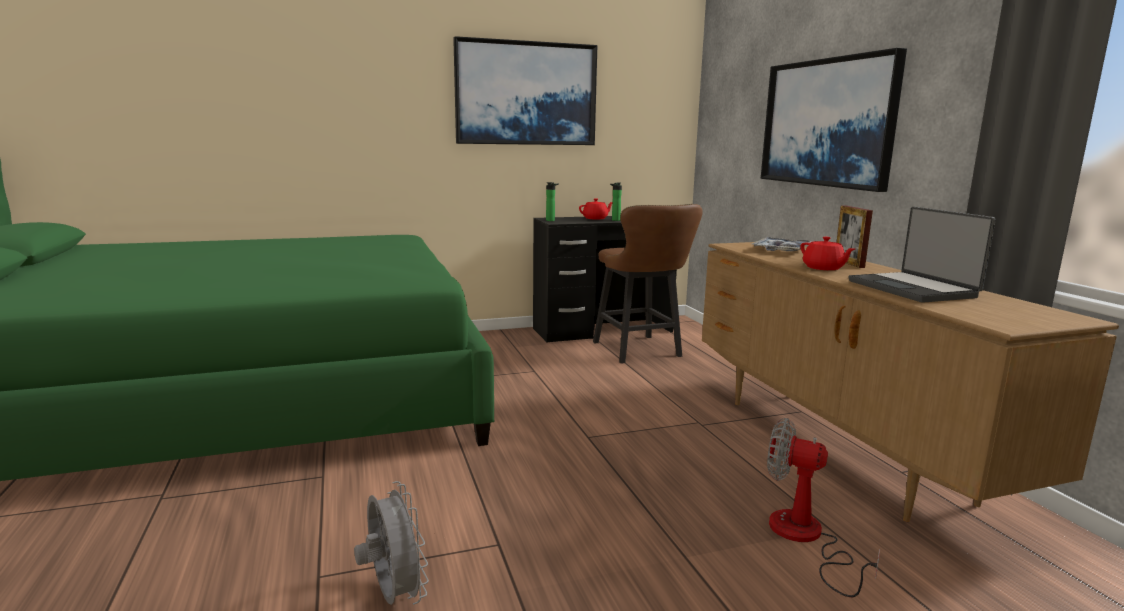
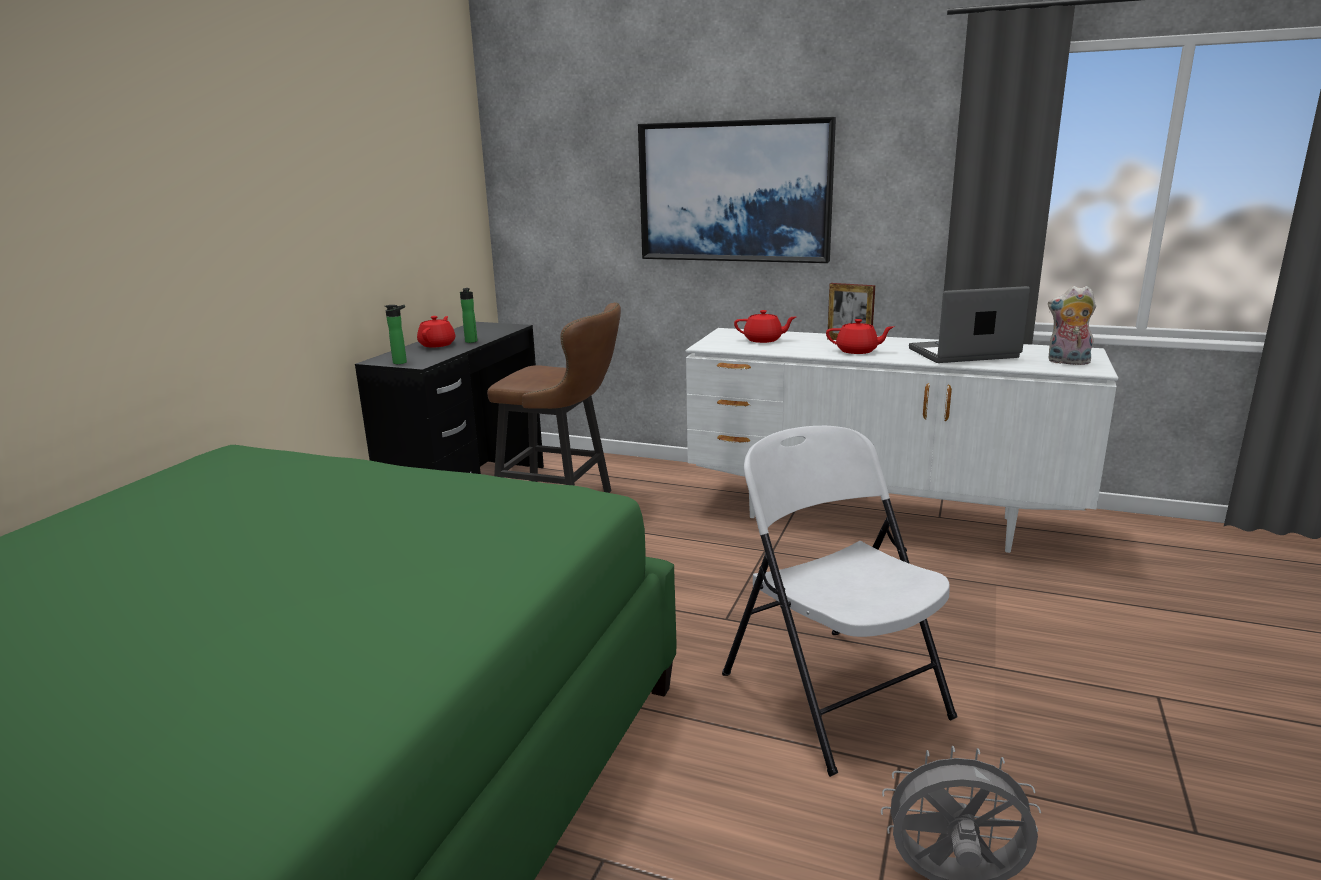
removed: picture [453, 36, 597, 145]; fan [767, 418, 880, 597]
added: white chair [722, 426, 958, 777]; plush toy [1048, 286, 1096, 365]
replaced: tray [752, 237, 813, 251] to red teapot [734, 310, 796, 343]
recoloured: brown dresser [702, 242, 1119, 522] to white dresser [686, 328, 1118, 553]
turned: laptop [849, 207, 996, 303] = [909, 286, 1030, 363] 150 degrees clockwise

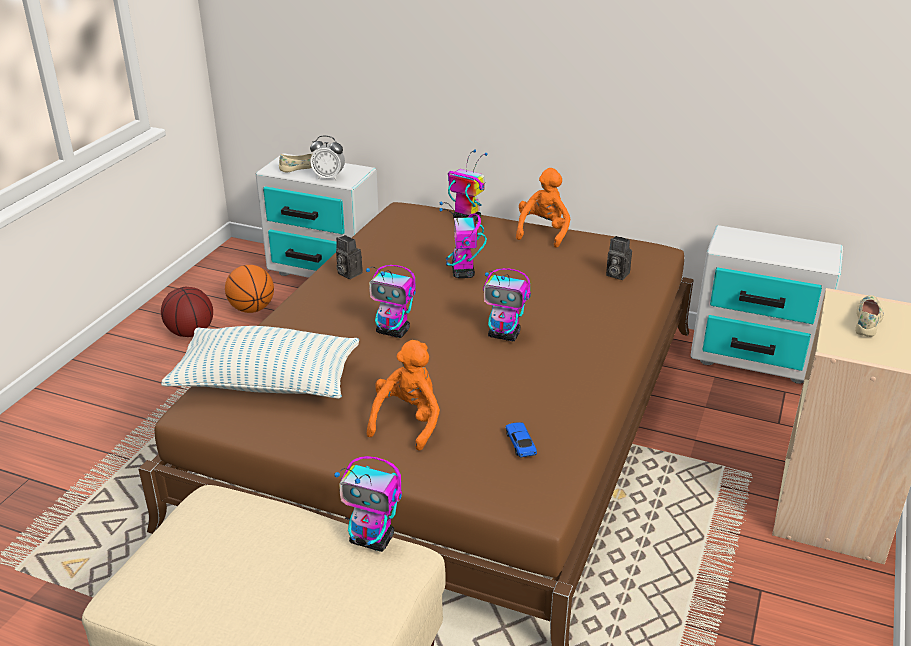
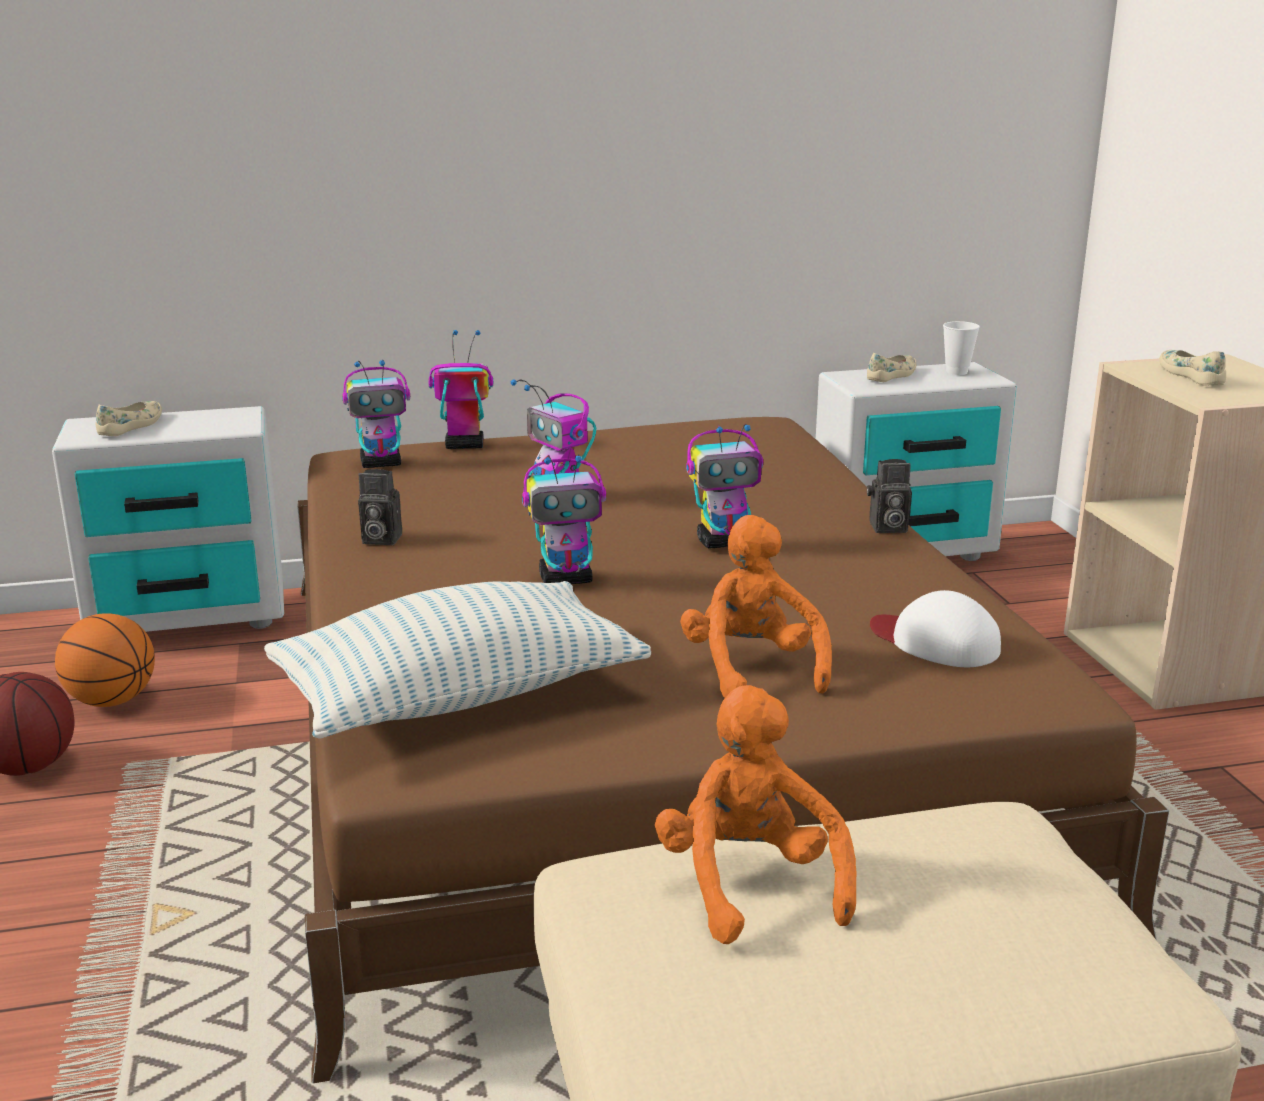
removed: alarm clock [310, 136, 345, 181]
added: beige shoe [867, 353, 916, 382]; cup [943, 321, 980, 375]
moved: toy robot [335, 456, 402, 552] to [342, 360, 410, 468]; orange plush toy [516, 168, 570, 248] to [655, 685, 856, 944]; photo camera [606, 236, 632, 280] to [867, 459, 912, 533]
replaced: toy car [505, 422, 537, 458] to white cap [870, 590, 1001, 667]

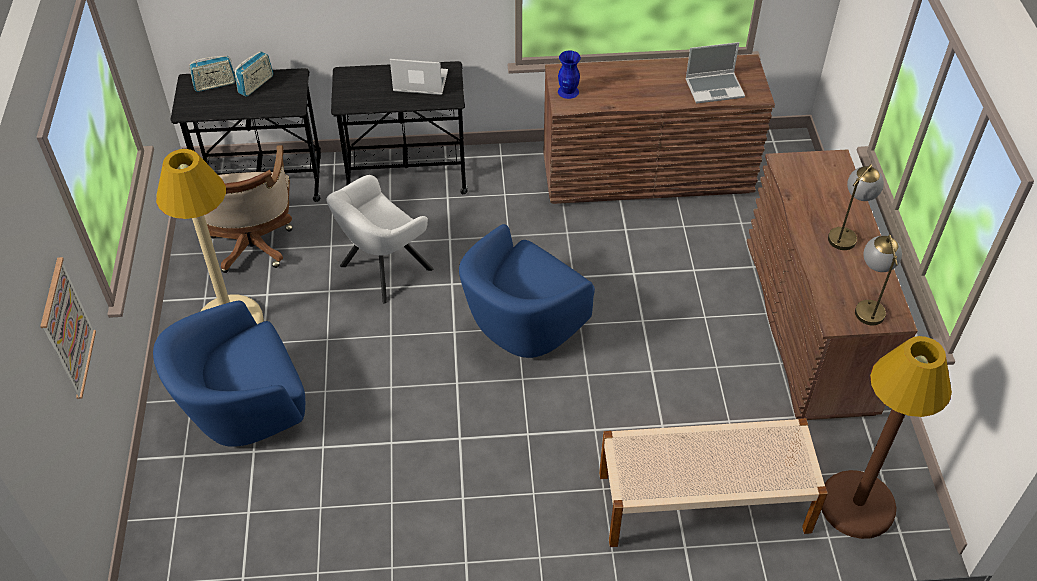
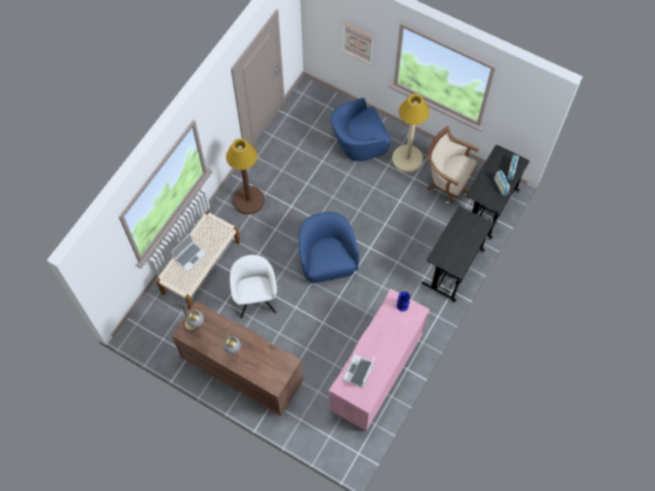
moved: white armchair [326, 175, 433, 304] to [230, 255, 277, 319]; laptop [390, 59, 448, 95] to [171, 233, 207, 272]; brown floor lamp [821, 336, 952, 539] to [226, 139, 264, 215]
recoloured: brown dresser [543, 54, 775, 204] to pink dresser [329, 289, 430, 431]
turned: blue armchair [153, 301, 305, 447] = [331, 98, 391, 161] 120 degrees counterclockwise

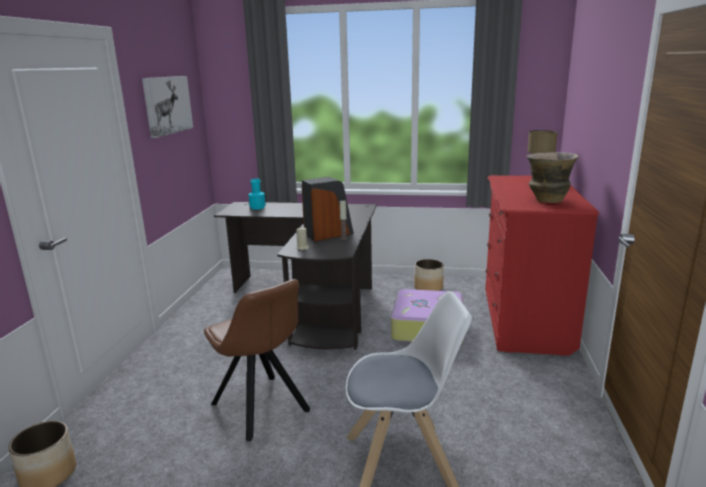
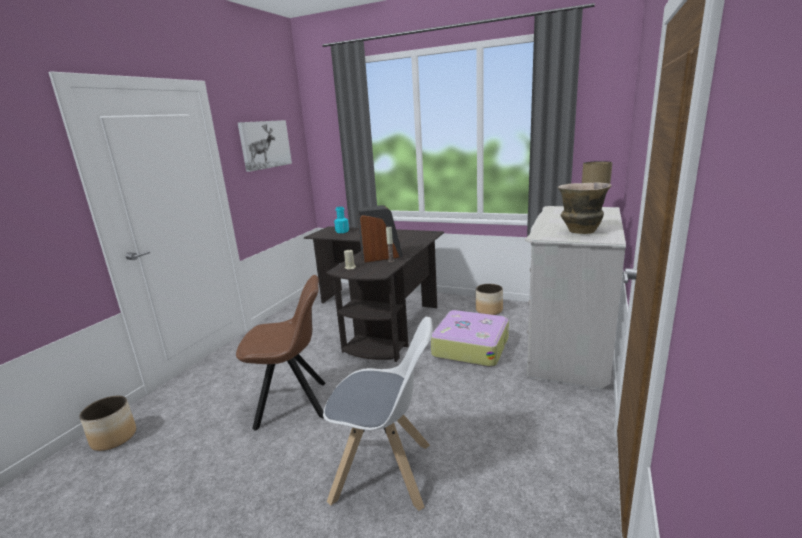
recoloured: red dresser [485, 175, 599, 356] to white dresser [525, 206, 626, 389]
turned: brown chair [204, 279, 310, 441] = [236, 275, 326, 431] 75 degrees counterclockwise

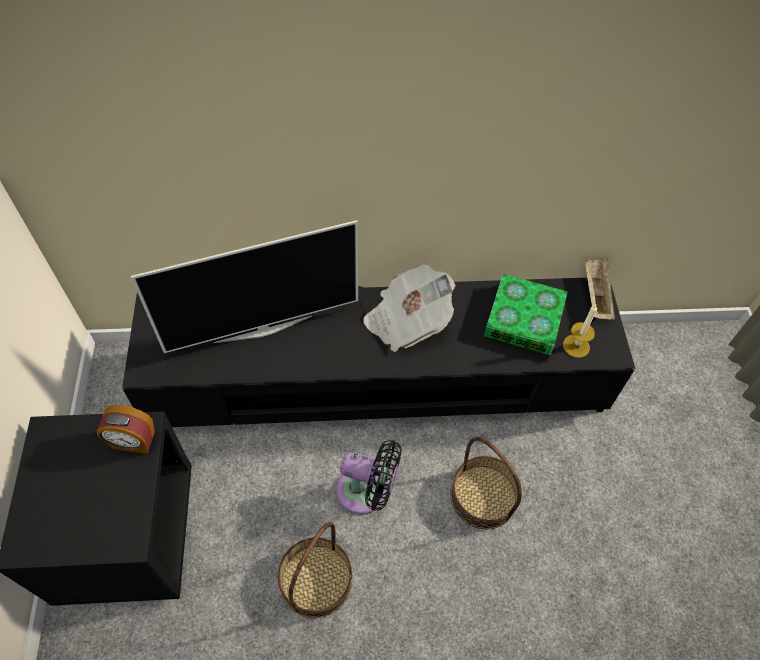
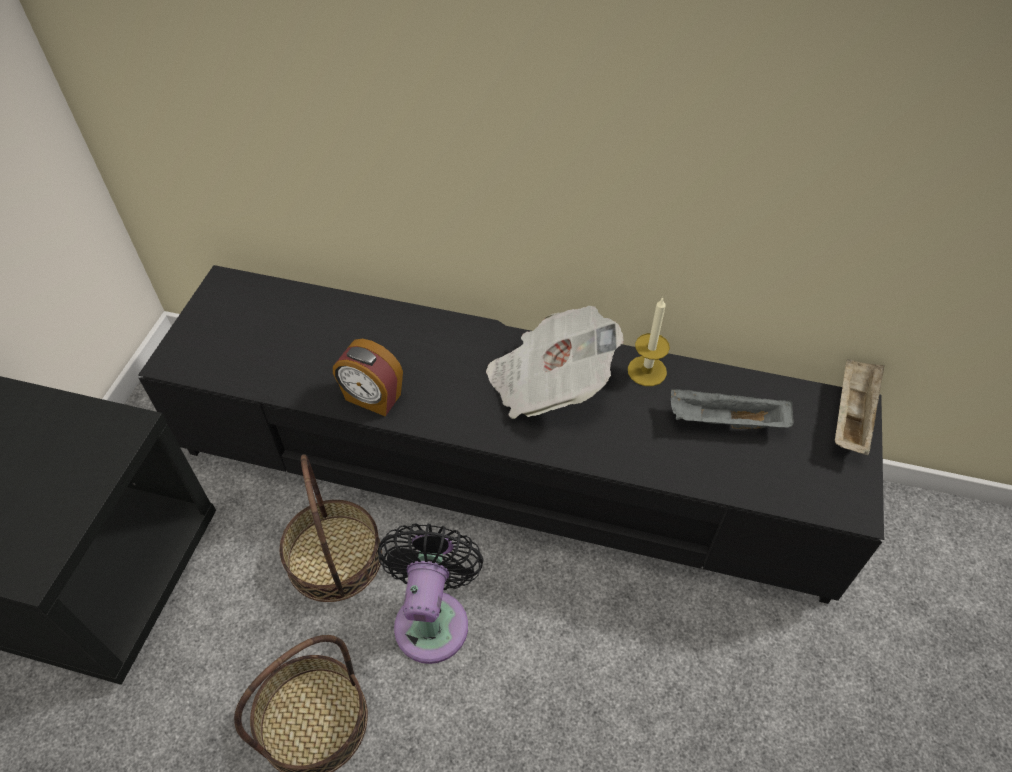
removed: television [131, 220, 358, 353]
moved: alarm clock [97, 405, 155, 454] to [333, 339, 403, 416]; basket [450, 437, 522, 529] to [280, 454, 382, 602]; candle [563, 305, 597, 358] to [628, 297, 670, 386]
replaced: book [484, 274, 568, 355] to grey tray [671, 389, 794, 429]
turned: black fan [336, 440, 401, 515] = [378, 523, 484, 664] 120 degrees counterclockwise

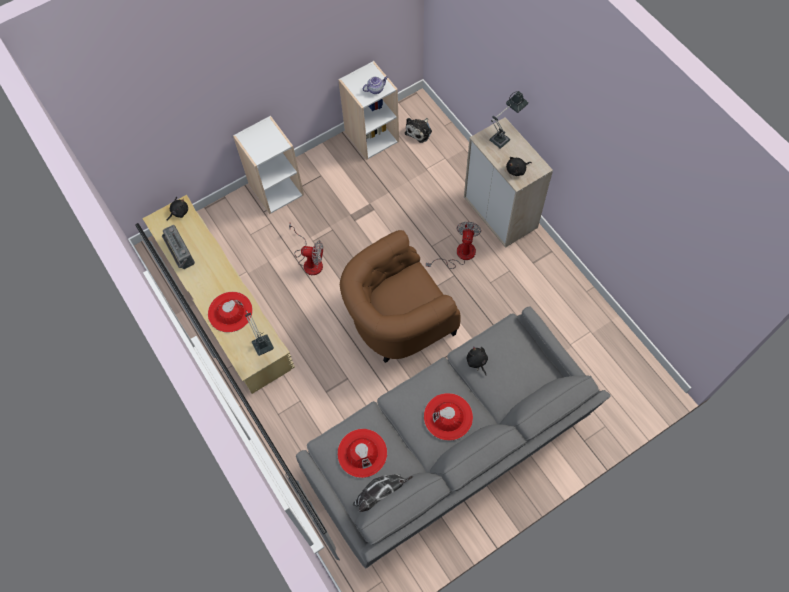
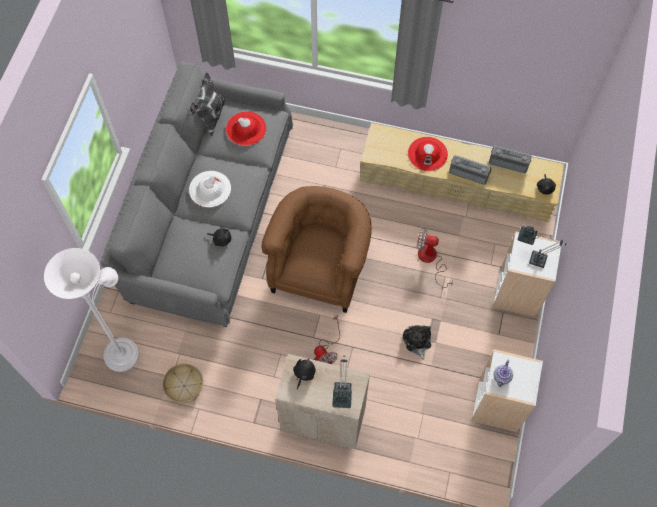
added: white floor lamp [44, 248, 139, 372]; basket [162, 363, 203, 403]; radio [449, 155, 492, 185]
moved: table lamp [245, 310, 274, 356] to [517, 226, 566, 268]; plush toy [405, 118, 432, 143] to [403, 325, 431, 360]
recoloured: red hat [424, 393, 473, 441] to white hat [189, 171, 231, 207]
turned: fan [289, 223, 323, 275] = [417, 228, 453, 288] 45 degrees clockwise

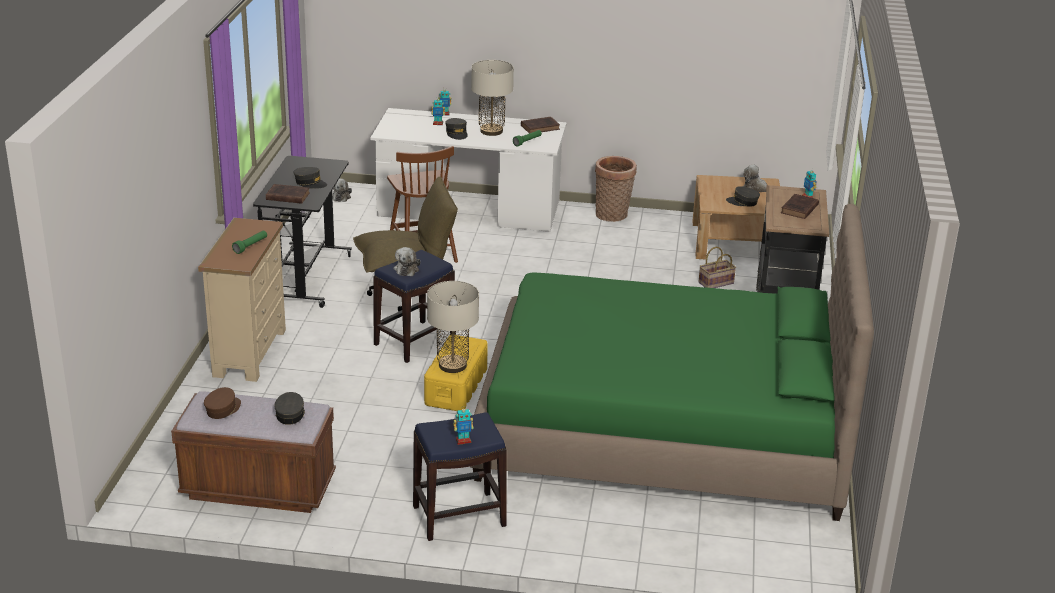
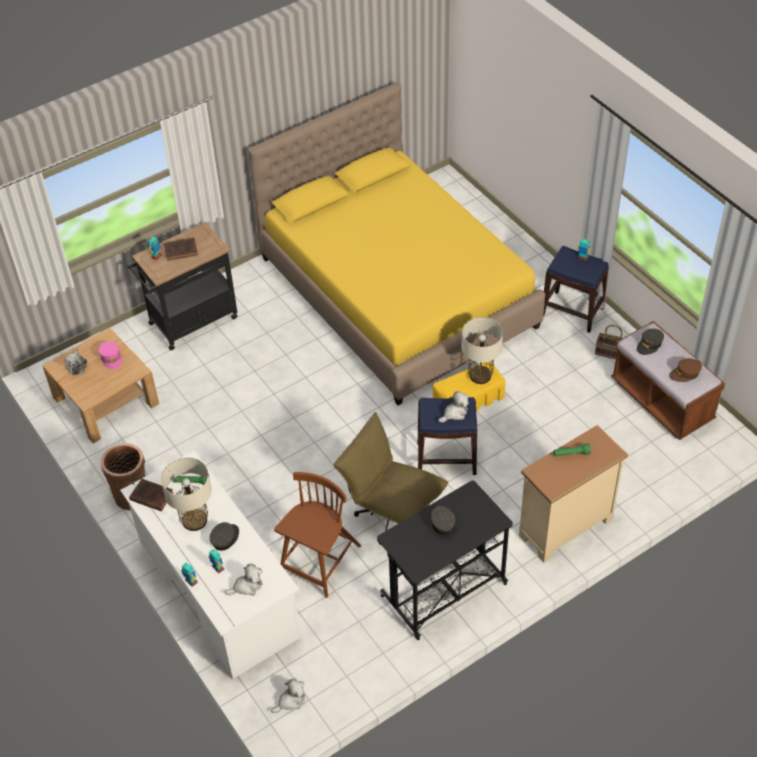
removed: brown book [266, 184, 310, 204]
added: plush toy [224, 564, 262, 596]
moved: basket [699, 247, 736, 288] to [595, 325, 622, 360]
recoloured: green bed [470, 204, 874, 521] to yellow bed [248, 83, 545, 405]; grey cap [726, 186, 760, 207] to pink cap [99, 342, 122, 370]

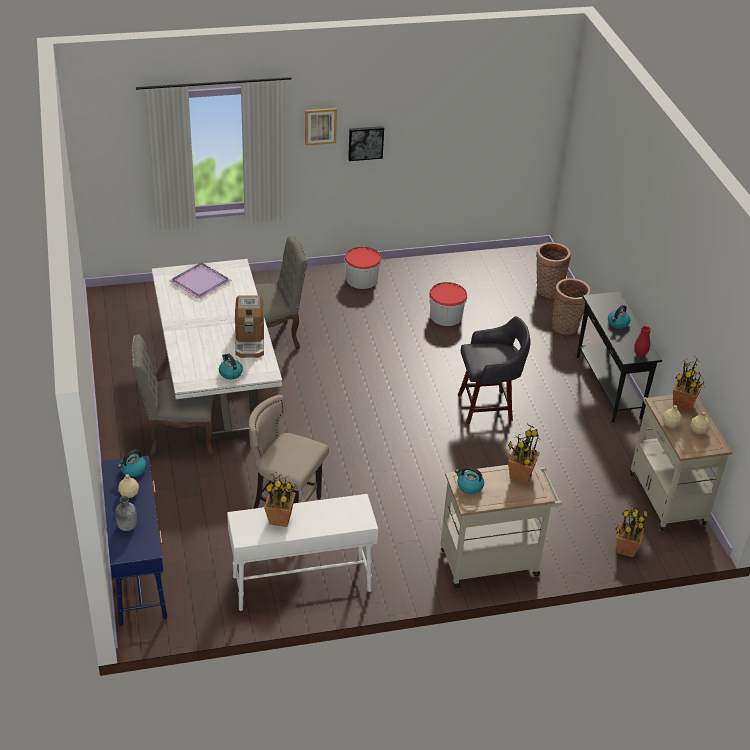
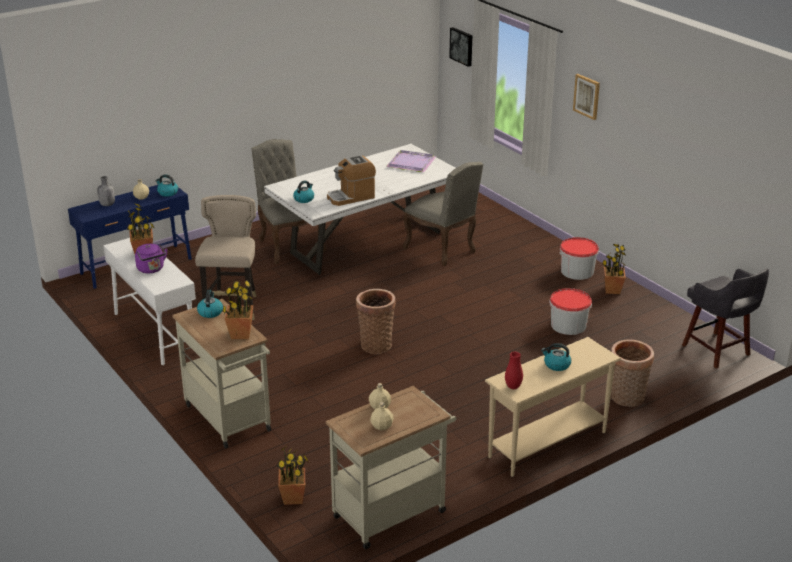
added: purple kettle [135, 244, 167, 273]
moved: picture [348, 126, 384, 161] to [449, 27, 472, 67]; grey stool [458, 316, 530, 424] to [682, 269, 769, 368]; basket [536, 242, 571, 298] to [356, 289, 396, 354]; potted plant [673, 358, 704, 413] to [602, 244, 627, 294]
recoloured: black console table [577, 291, 662, 423] to beige console table [485, 337, 621, 477]

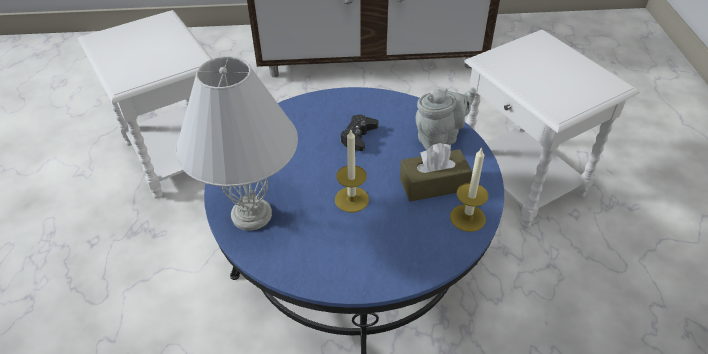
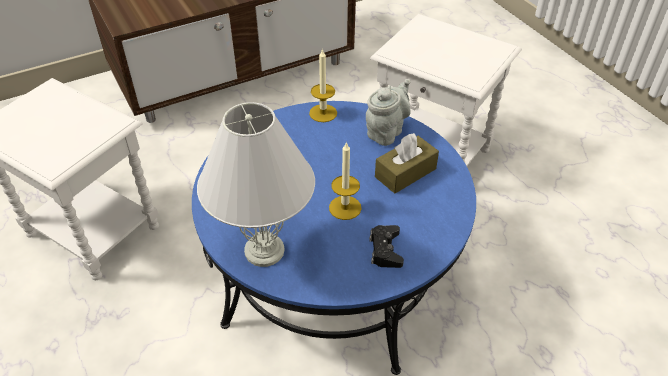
moved: black game controller [340, 115, 378, 151] to [369, 225, 404, 268]; candle [450, 147, 488, 232] to [309, 49, 337, 122]

